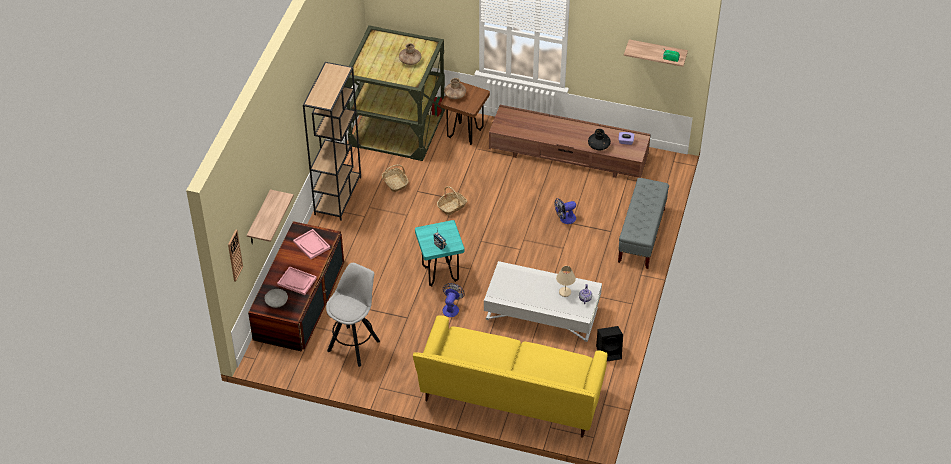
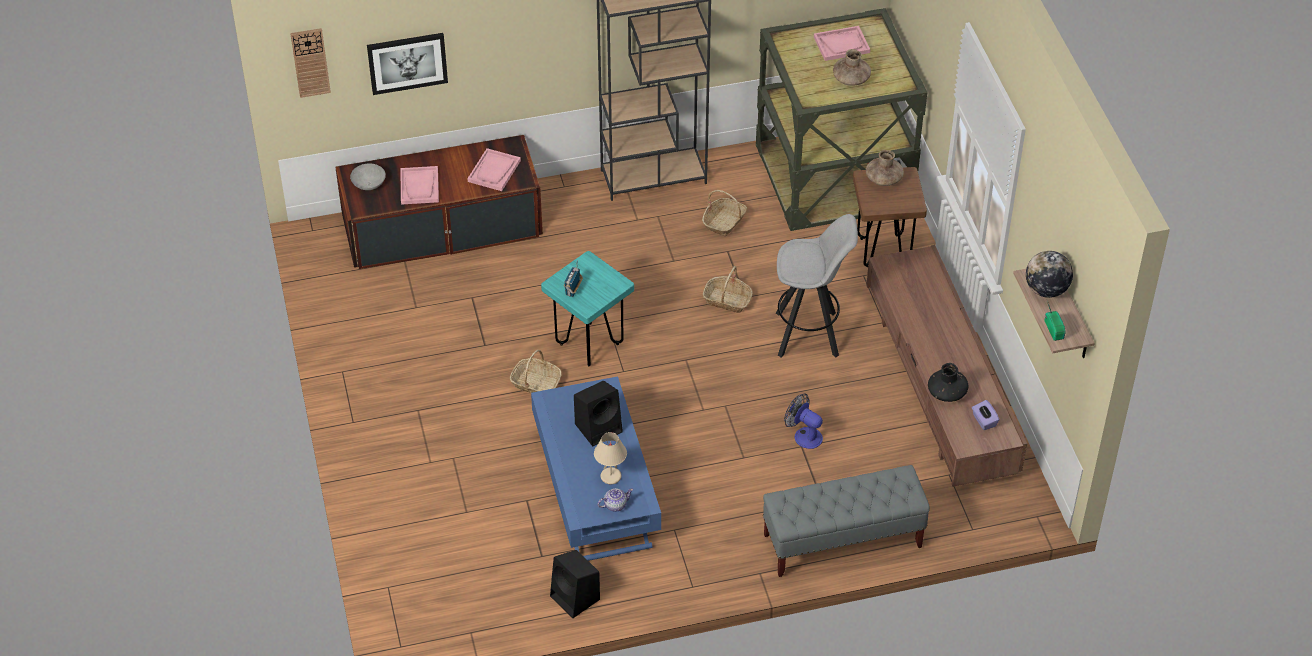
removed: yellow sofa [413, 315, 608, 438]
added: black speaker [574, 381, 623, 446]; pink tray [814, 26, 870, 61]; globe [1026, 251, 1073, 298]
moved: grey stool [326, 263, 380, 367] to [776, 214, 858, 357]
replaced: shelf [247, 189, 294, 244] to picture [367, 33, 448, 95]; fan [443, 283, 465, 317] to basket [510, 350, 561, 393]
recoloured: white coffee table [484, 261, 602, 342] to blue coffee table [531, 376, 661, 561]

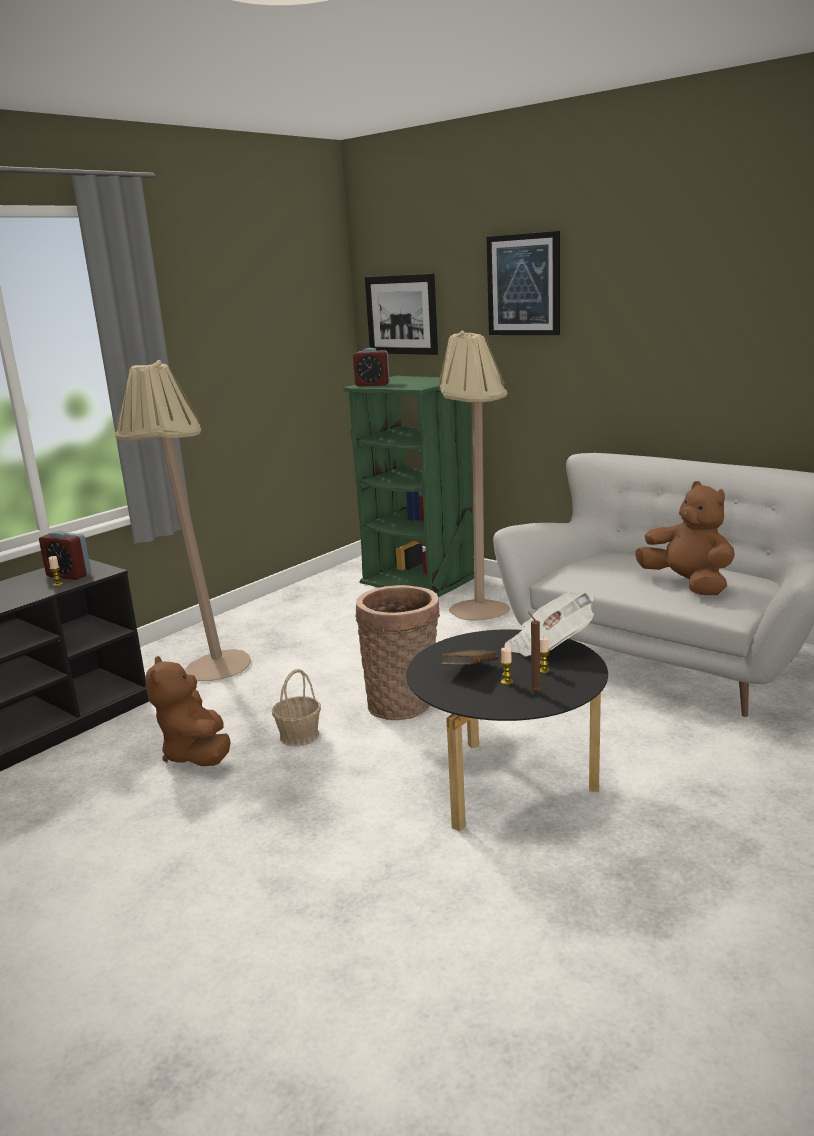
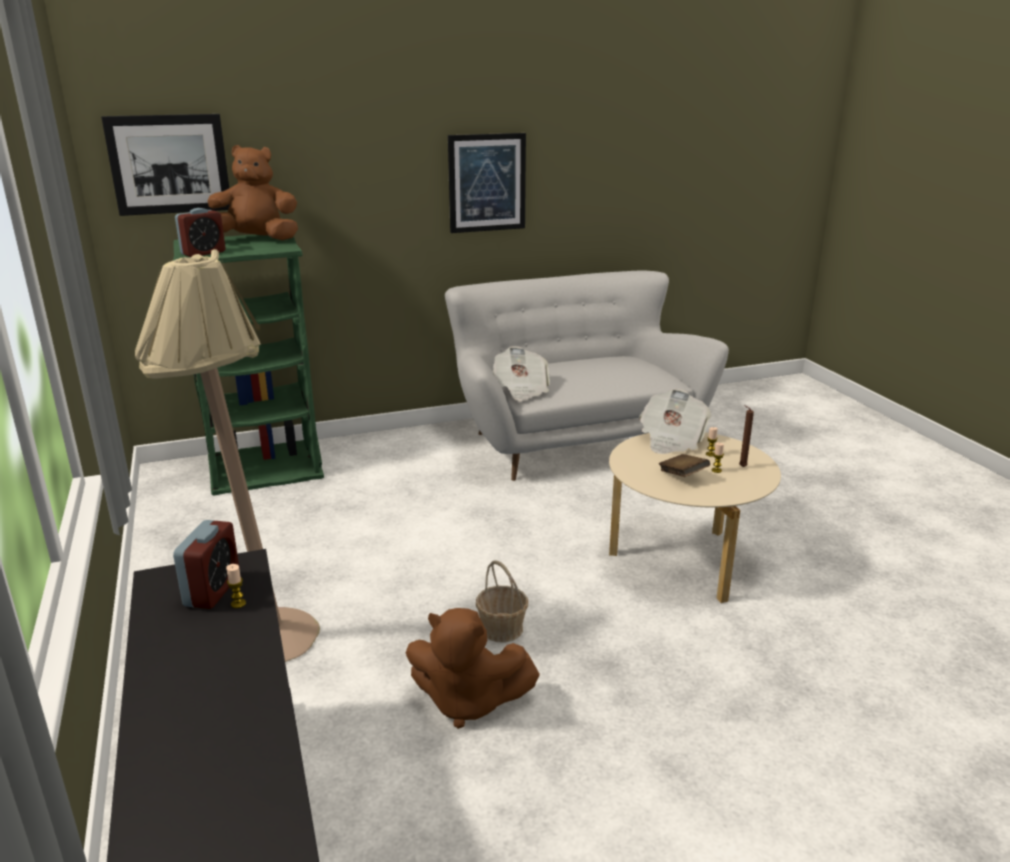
removed: basket [355, 585, 440, 720]; beige floor lamp [439, 331, 510, 621]
added: newspaper [492, 346, 550, 401]
moved: picture [486, 231, 560, 335] to [448, 133, 526, 233]; brown plush toy [635, 481, 735, 595] to [208, 145, 298, 241]
recoloured: black coffee table [406, 629, 608, 831] to beige coffee table [609, 432, 781, 603]
turned: alarm clock [39, 531, 91, 580] = [173, 520, 240, 609] 45 degrees counterclockwise

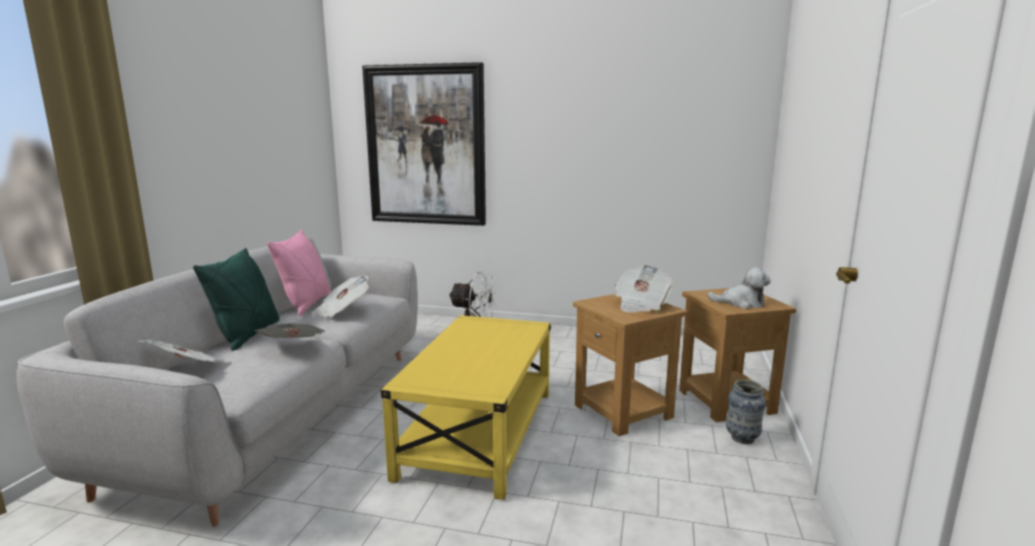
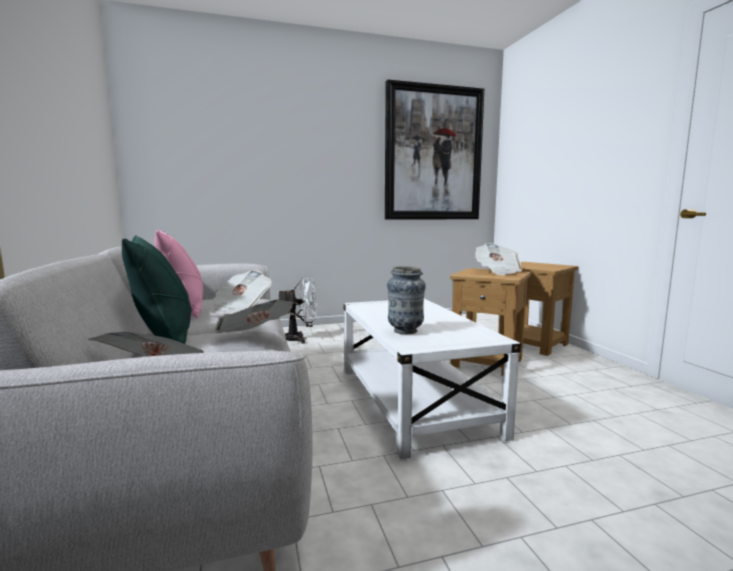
removed: plush toy [708, 267, 771, 309]
moved: picture [362, 62, 486, 226] to [385, 80, 485, 220]; vase [726, 379, 766, 444] to [387, 266, 426, 334]
recoloured: yellow coffee table [381, 315, 551, 500] to white coffee table [343, 298, 521, 459]

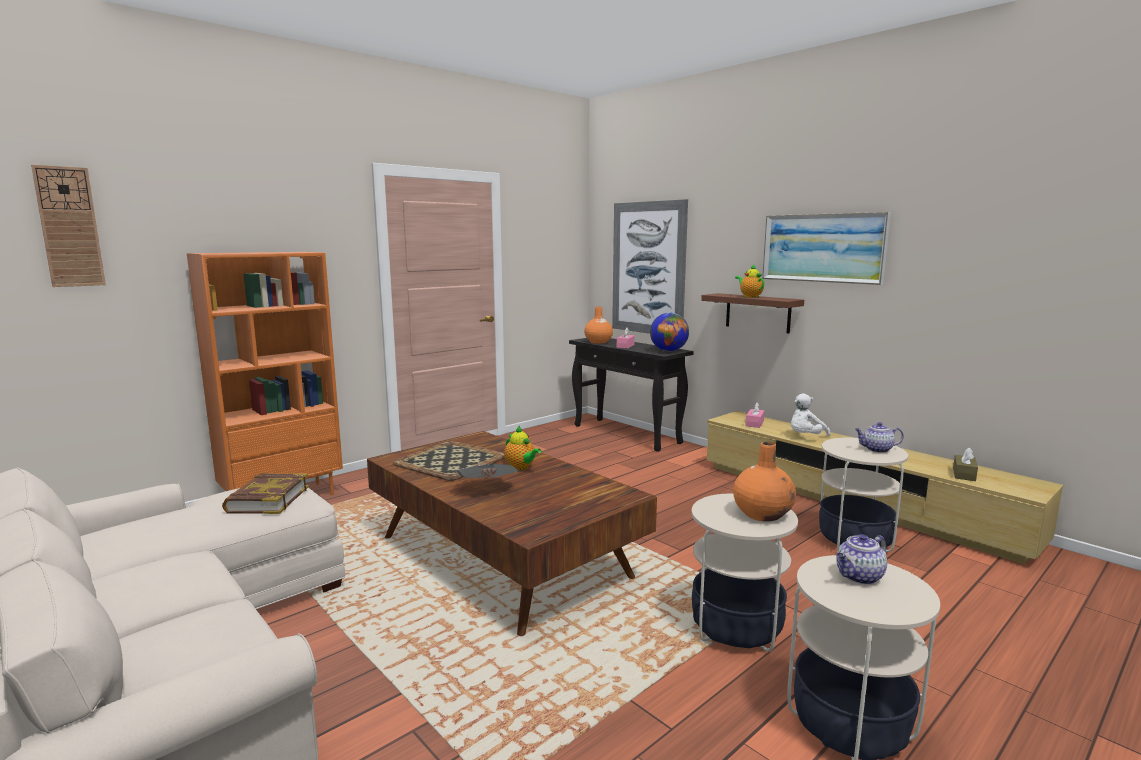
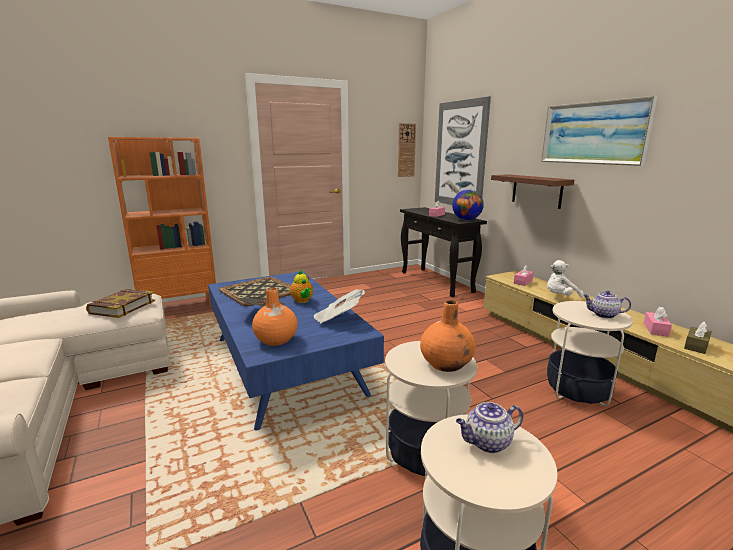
removed: teapot [735, 264, 764, 298]
added: newspaper [313, 289, 365, 324]; pink tissue box [644, 307, 672, 337]
moved: wall clock [31, 165, 106, 287] to [398, 123, 416, 177]; orange vase [584, 307, 613, 344] to [252, 288, 298, 346]
recoloured: brown coffee table [367, 431, 657, 636] to blue coffee table [208, 271, 384, 431]

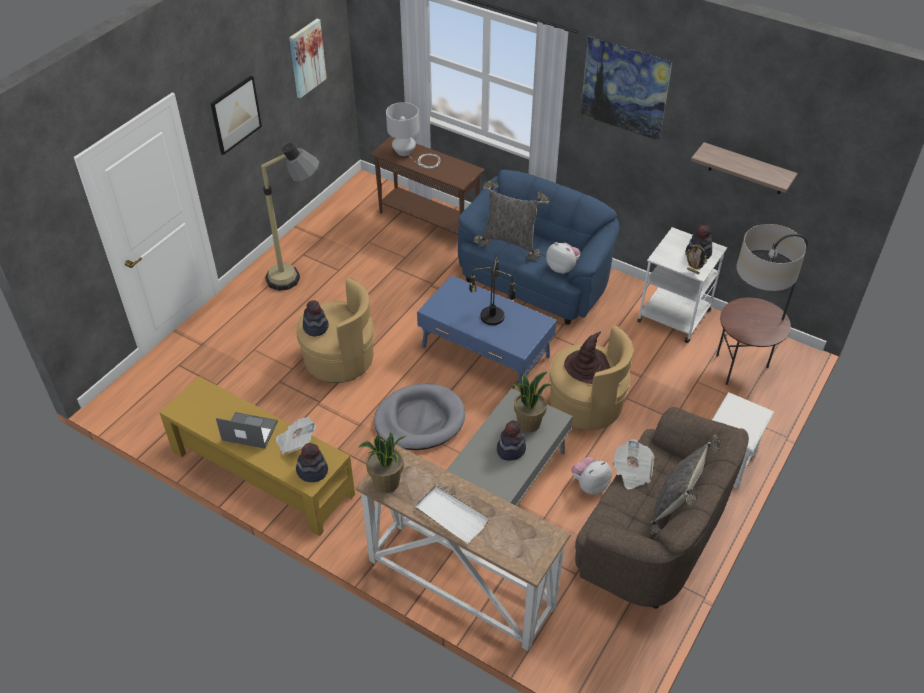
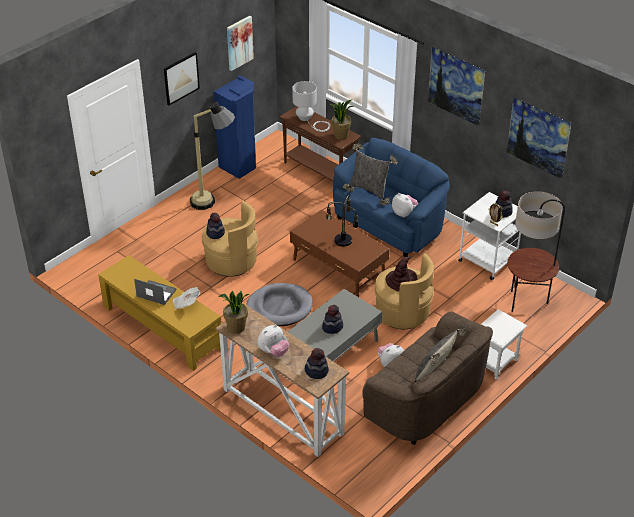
removed: newspaper [613, 439, 654, 490]
added: blue cabinet [213, 75, 256, 179]
moved: hat [296, 443, 328, 482] to [305, 348, 329, 379]; potted plant [512, 371, 552, 432] to [331, 99, 354, 140]
replaced: white tray [414, 485, 490, 544] to plush toy [257, 325, 289, 357]; shelf [691, 142, 798, 194] to picture [506, 98, 572, 179]
recoloured: blue coffee table [417, 275, 557, 392] to brown coffee table [290, 210, 390, 297]

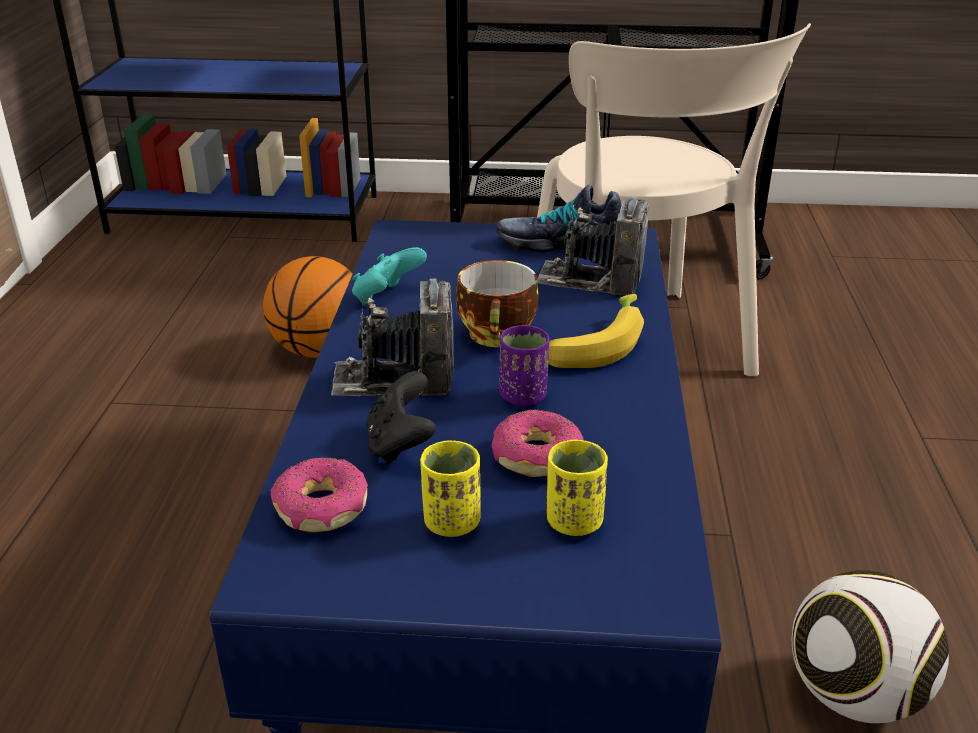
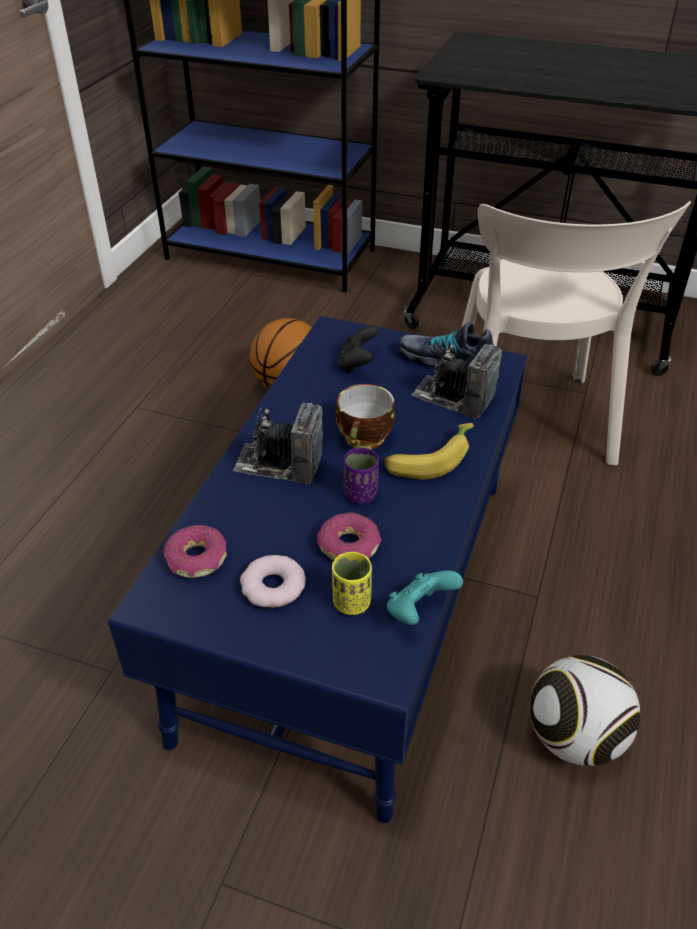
moved: turquoise game controller [352, 247, 427, 305] to [387, 570, 463, 625]; black game controller [366, 371, 436, 464] to [338, 325, 378, 374]
replaced: yellow cup [420, 440, 481, 537] to donut [240, 555, 306, 608]

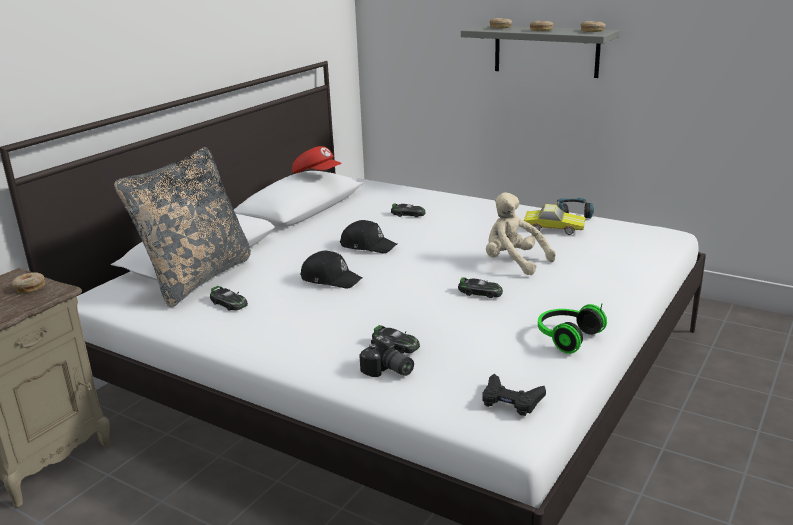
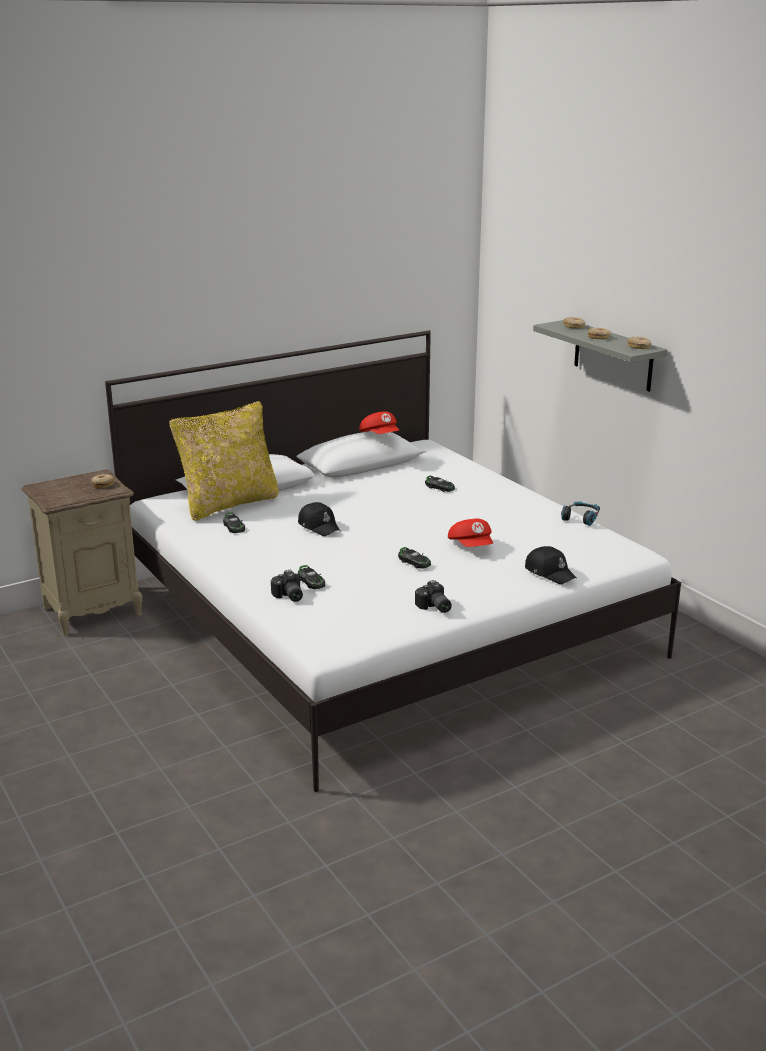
removed: black game controller [482, 374, 546, 416]; toy car [524, 204, 585, 235]
moved: black cap [340, 220, 397, 254] to [525, 546, 577, 584]
replaced: beige plush toy [486, 192, 556, 275] to red cap [448, 519, 493, 547]; headphones [538, 303, 607, 354] to photo camera [415, 580, 452, 613]
recoloured: grey pillow [114, 146, 251, 307] to yellow pillow [169, 401, 279, 521]

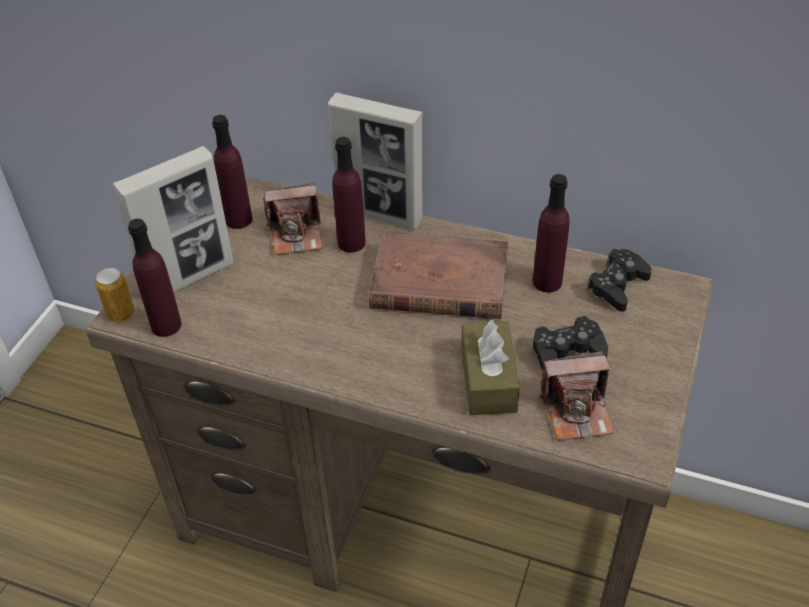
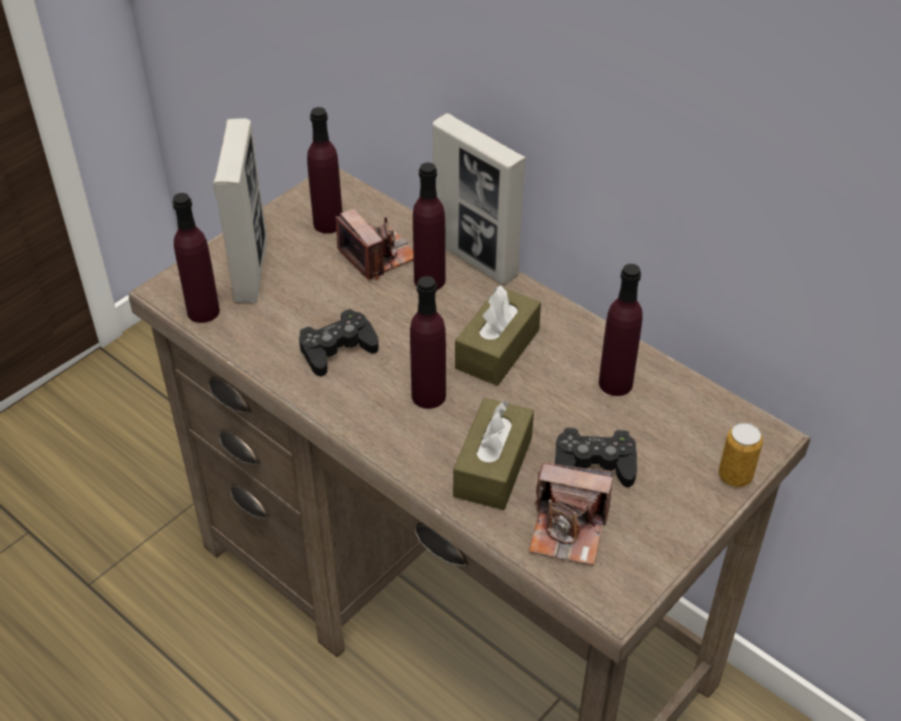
added: purple bottle [410, 276, 446, 409]
moved: can [95, 268, 135, 322] to [719, 423, 763, 487]; black game controller [587, 249, 652, 312] to [299, 309, 379, 377]
replaced: brown book [369, 232, 508, 319] to brown tissue box [455, 286, 541, 386]
turned: picture frame [112, 146, 234, 293] = [213, 118, 267, 303] 75 degrees counterclockwise; photo camera [263, 183, 323, 255] = [336, 209, 414, 280] 135 degrees counterclockwise

